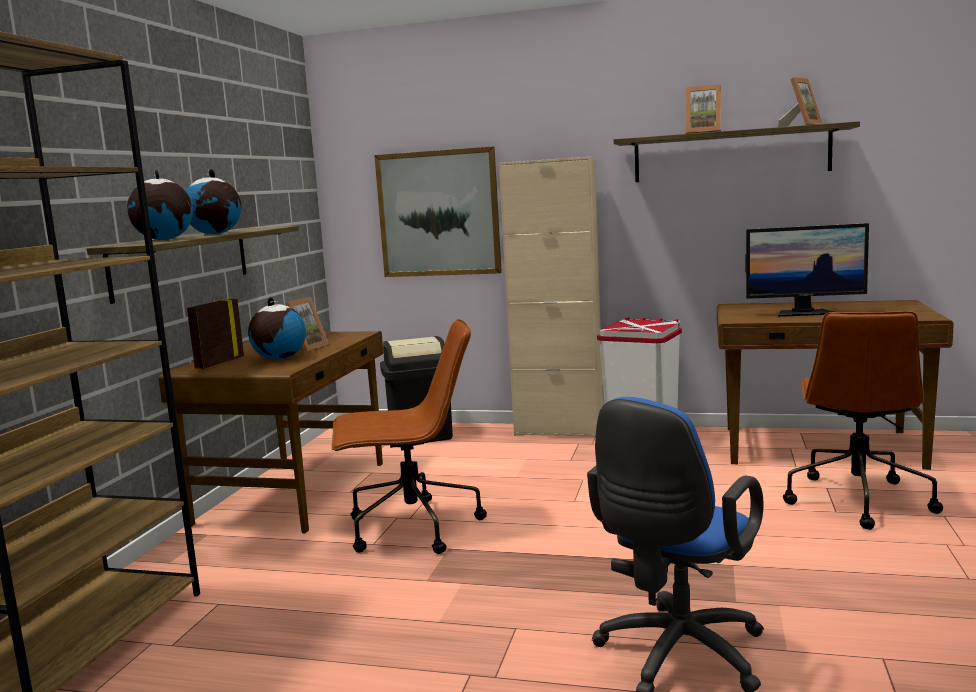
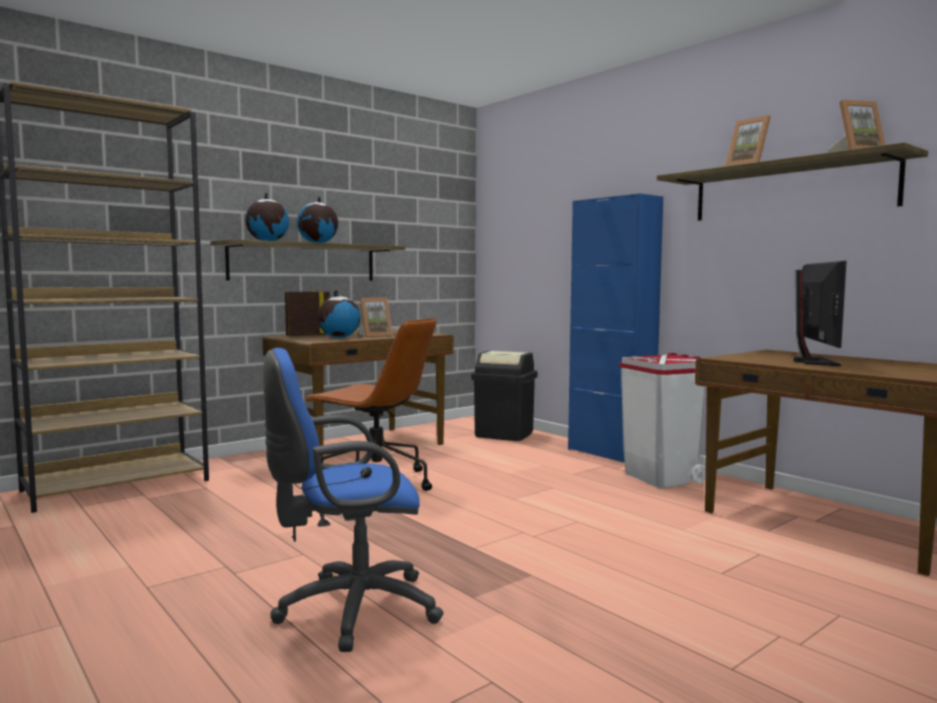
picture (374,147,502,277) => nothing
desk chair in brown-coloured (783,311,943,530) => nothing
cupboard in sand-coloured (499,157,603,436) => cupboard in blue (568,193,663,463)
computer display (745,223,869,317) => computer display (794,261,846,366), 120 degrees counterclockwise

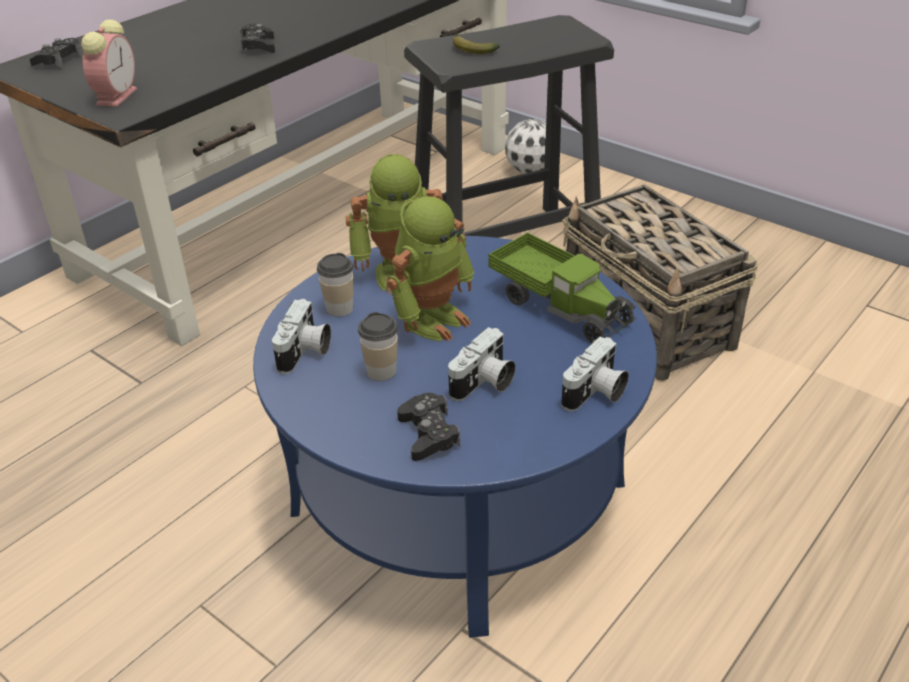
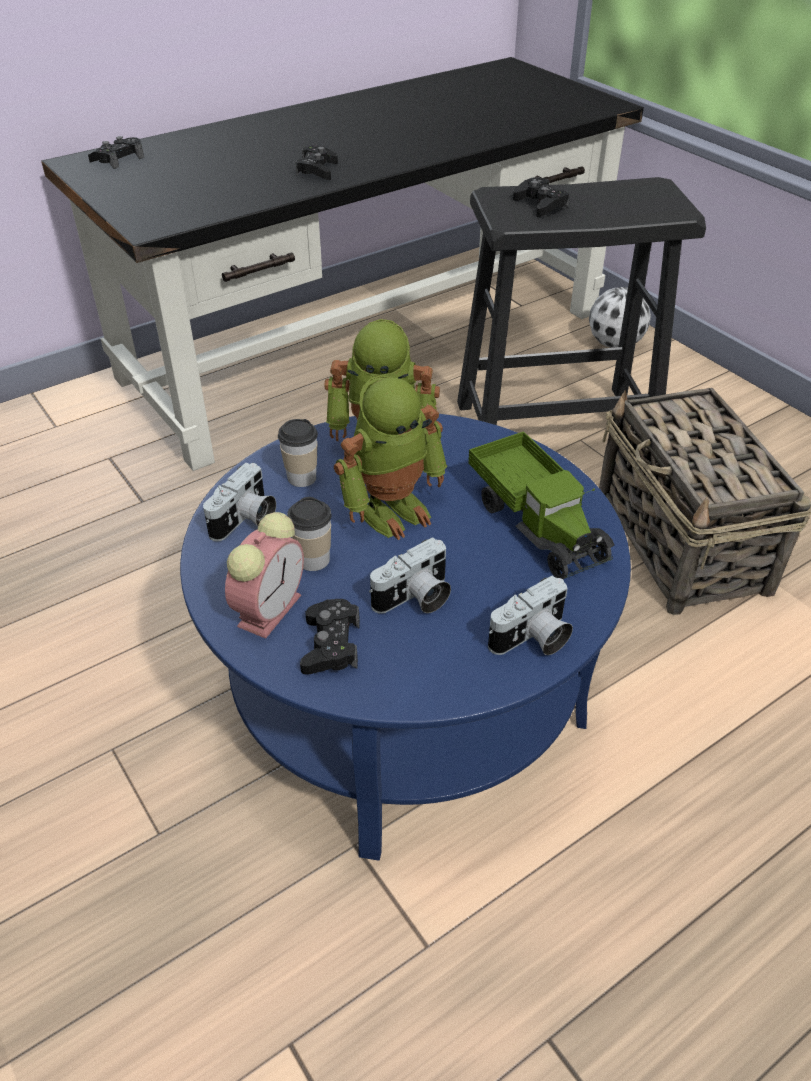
bedside clock (81,19,137,107) => bedside clock (225,512,304,639), relocated
whole banana (452,33,500,54) => game controller in blackish (513,177,569,217)

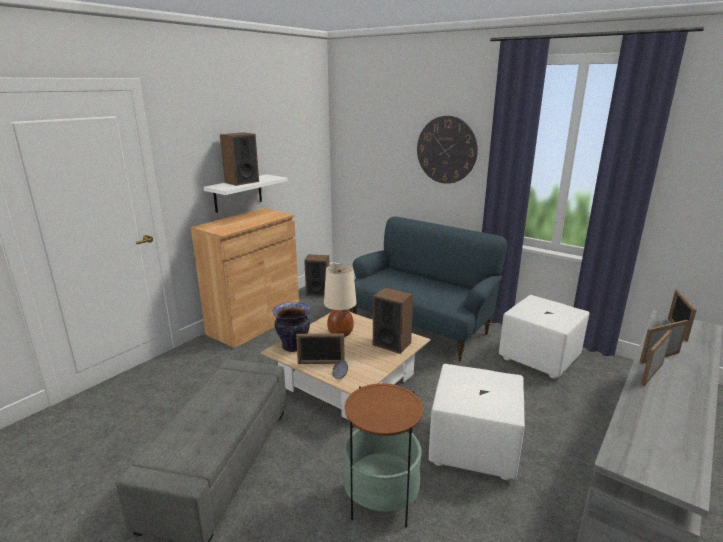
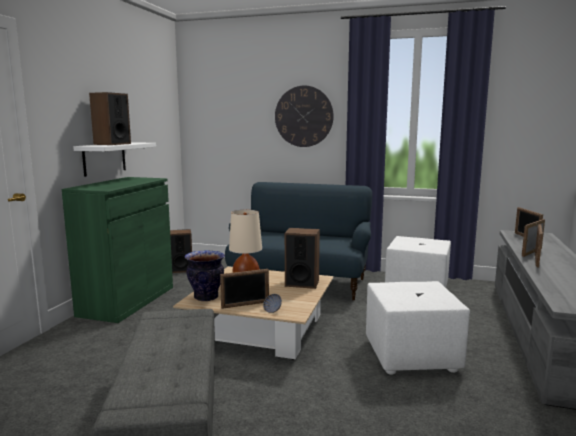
end table (344,383,423,527) => nothing
cupboard in brown-coloured (191,208,299,348) => cupboard in green (62,177,173,323)

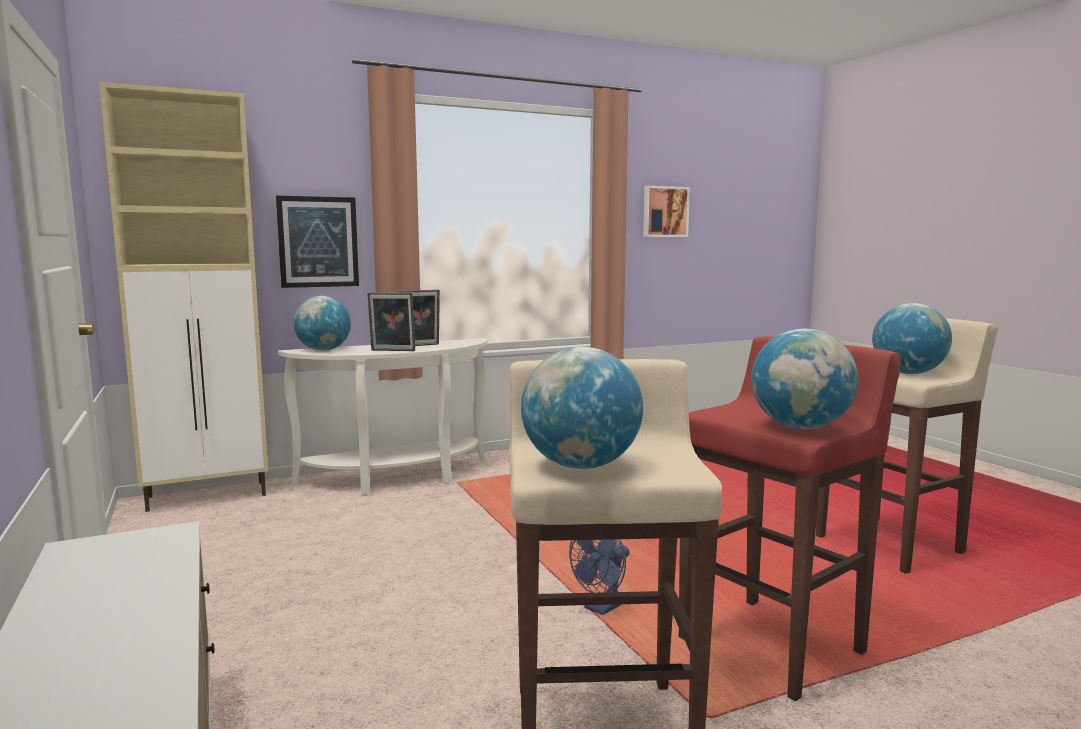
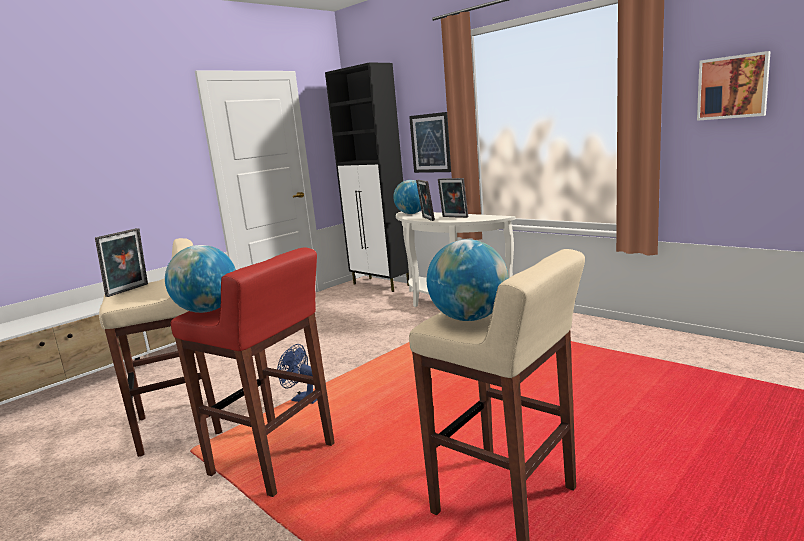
desk globe (521,347,643,469) => picture frame (95,228,148,297)
cupboard in sand-coloured (99,82,268,512) => cupboard in blackish (325,62,409,292)

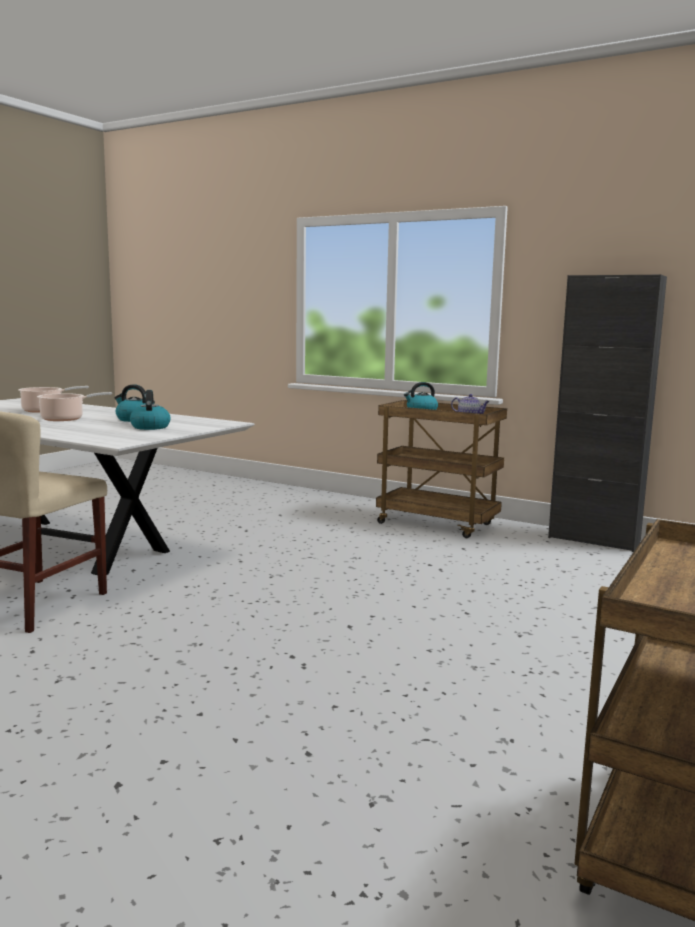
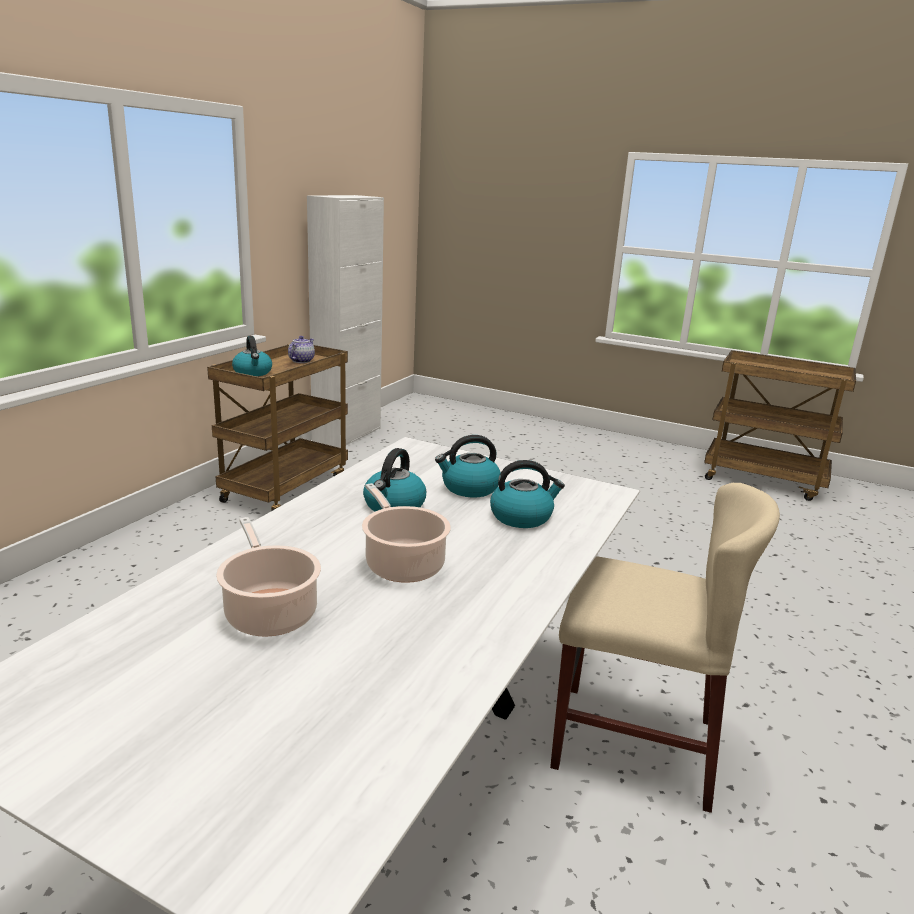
nothing => water kettle (490,460,565,528)
cupboard in blackish (548,274,667,552) => cupboard in white (307,195,384,448)

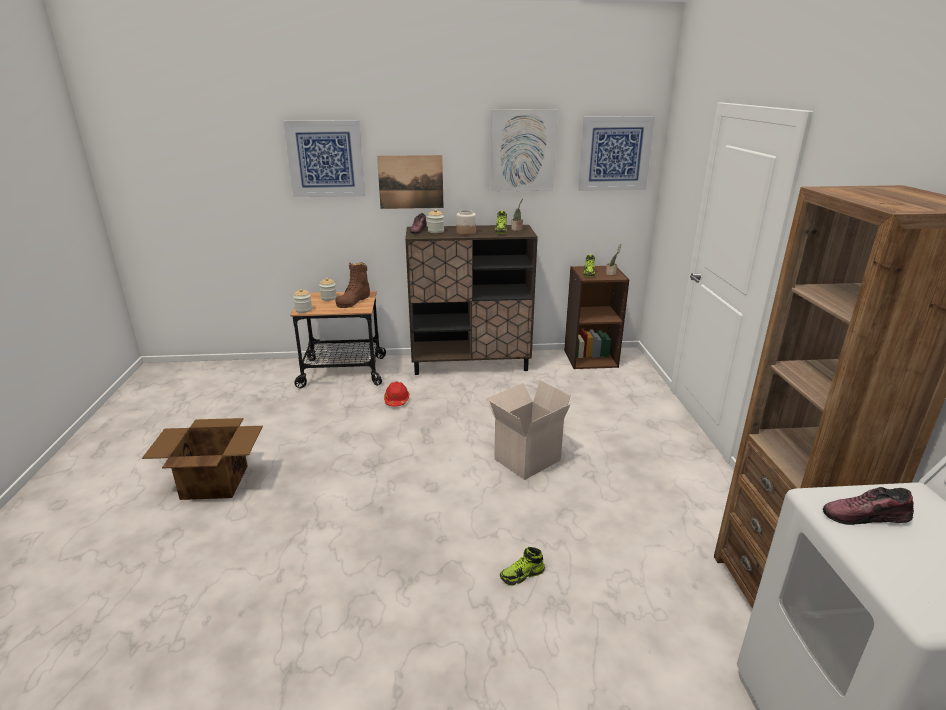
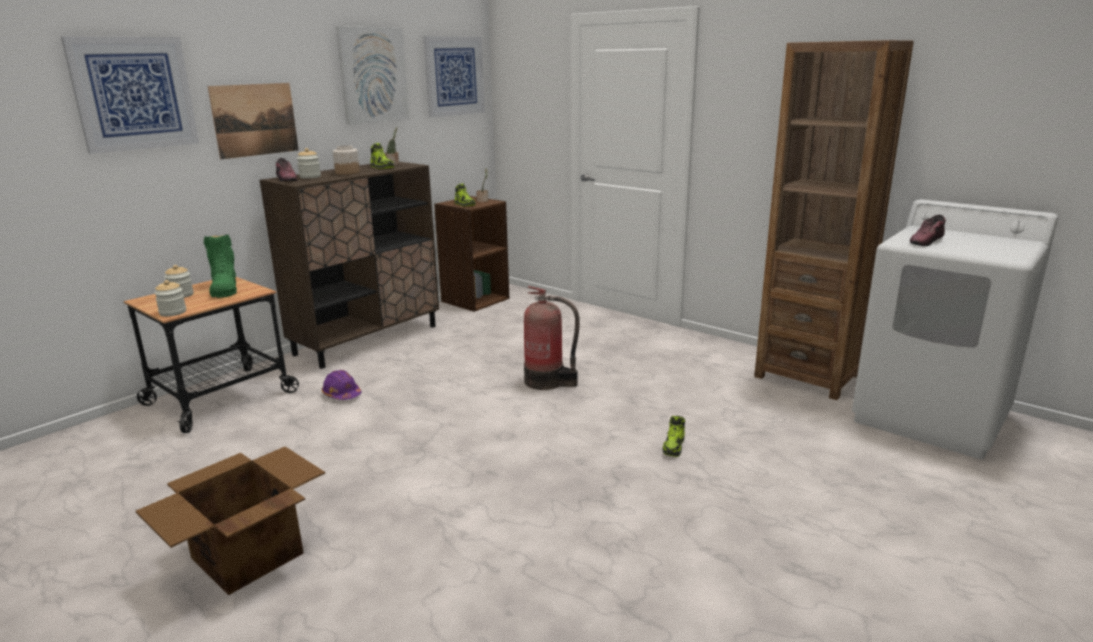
packing box (486,380,571,480) => extinguisher (524,286,580,390)
boot in brown-coloured (336,262,370,308) => boot in green (204,234,237,298)
safety helmet in red (384,381,409,407) => safety helmet in purple (322,370,362,400)

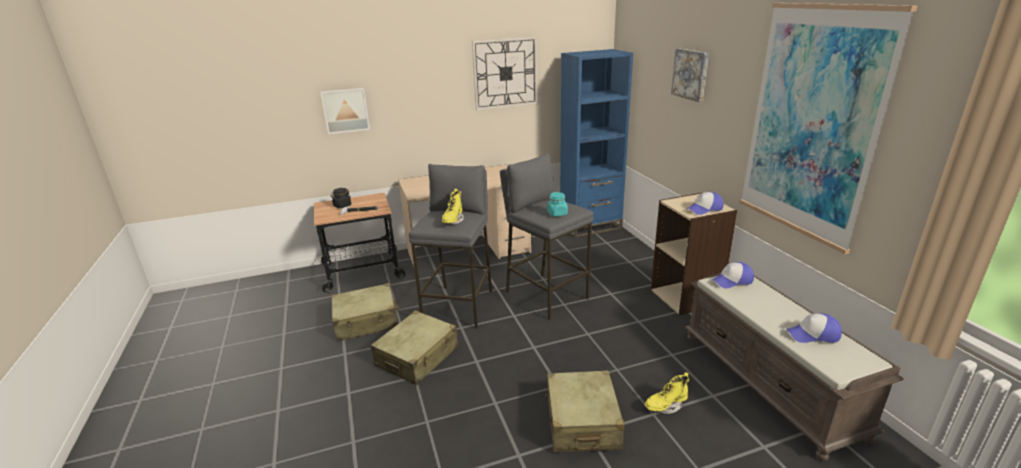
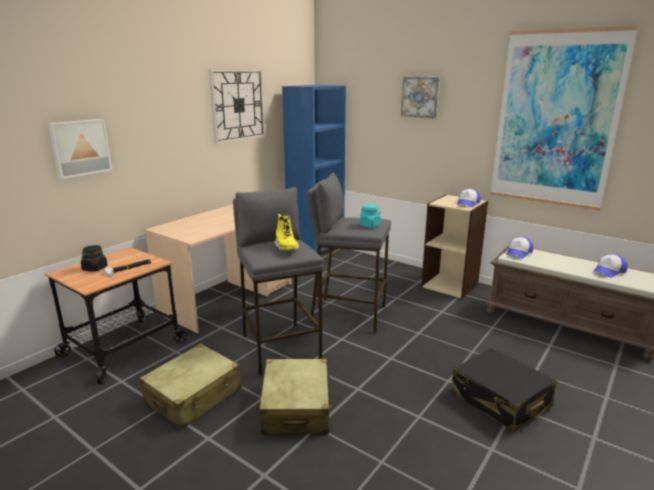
boot in yellow-coloured (644,372,689,414) => nothing
travel case in sand-coloured (545,370,624,452) => travel case in blackish (452,348,557,432)

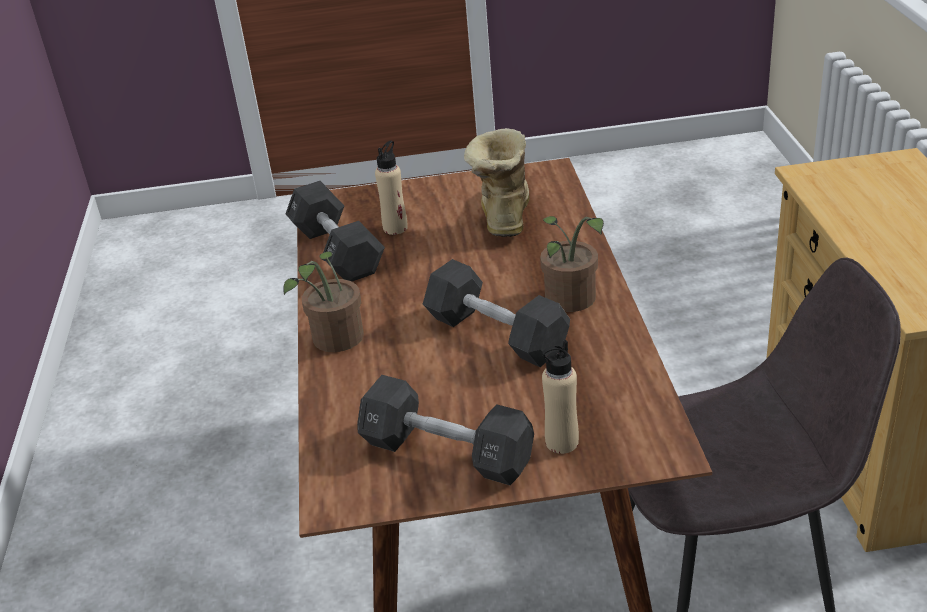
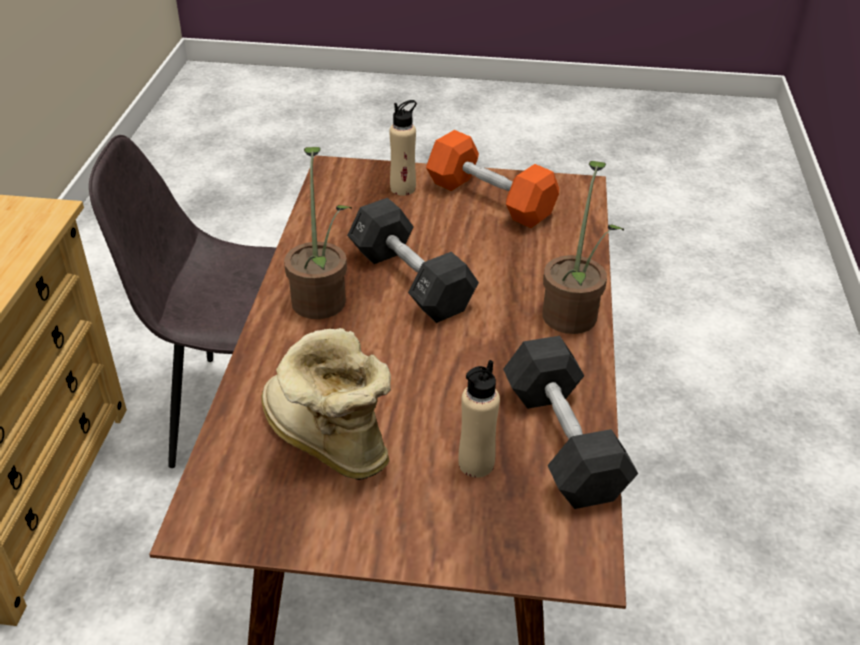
dumbbell in blackish (357,375,534,485) => dumbbell in orangey (426,130,559,228)
boot (464,128,529,237) => boot (261,328,391,480), 120 degrees clockwise

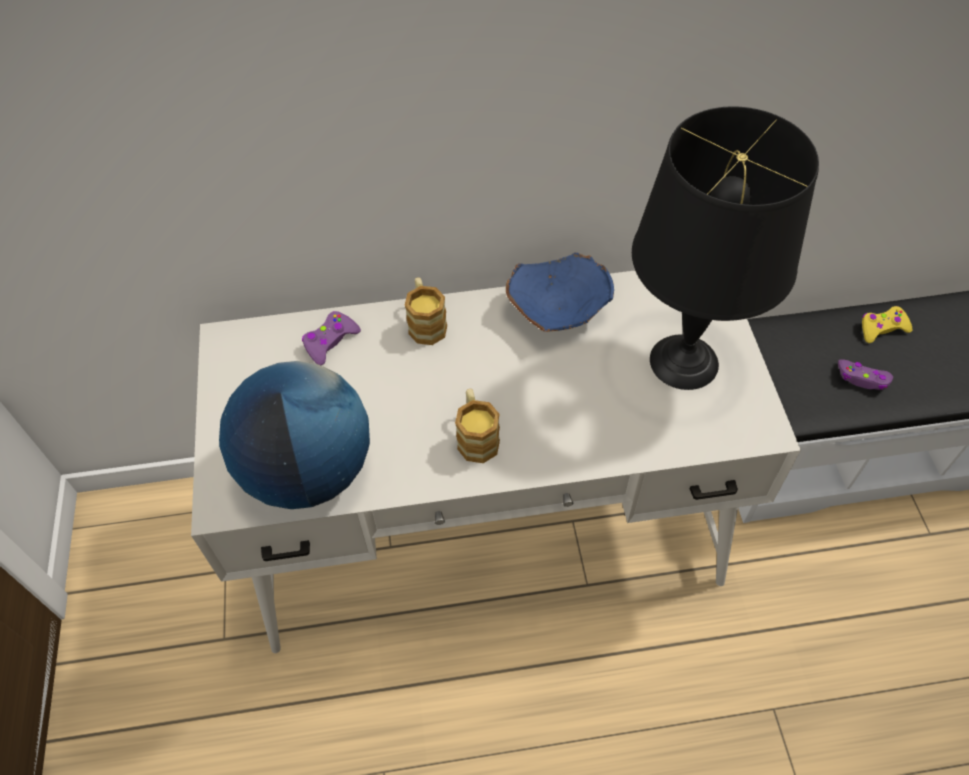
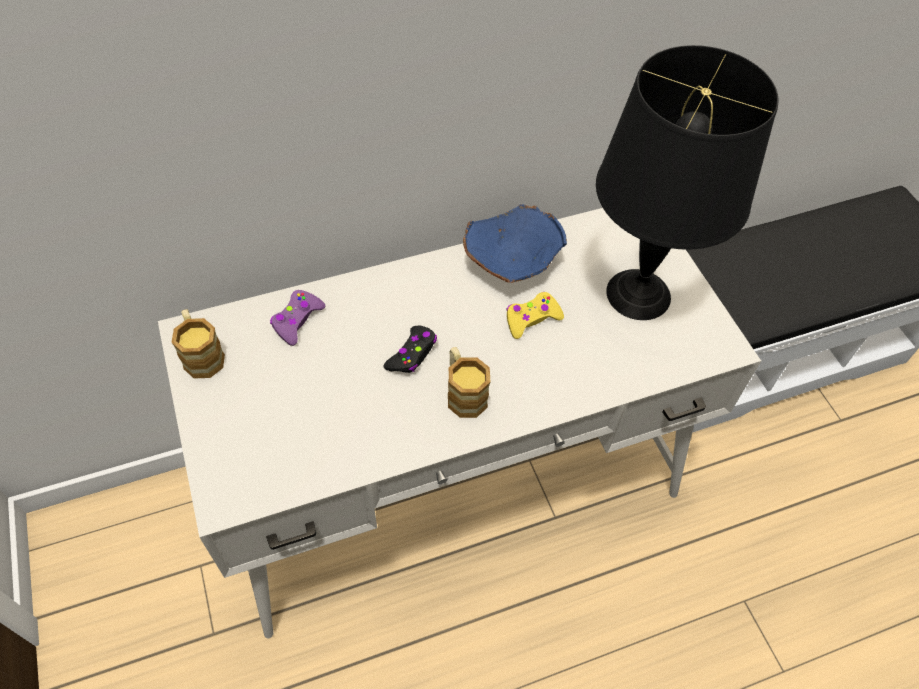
desk globe (219,361,370,509) => nothing
game controller in purple (838,359,893,390) => nothing
nothing => game controller in blackish (383,326,437,373)
coffee mug (405,277,447,345) => coffee mug (172,309,225,379), relocated
game controller in yellow-coloured (862,306,912,343) => game controller in yellow-coloured (506,292,564,339), relocated

